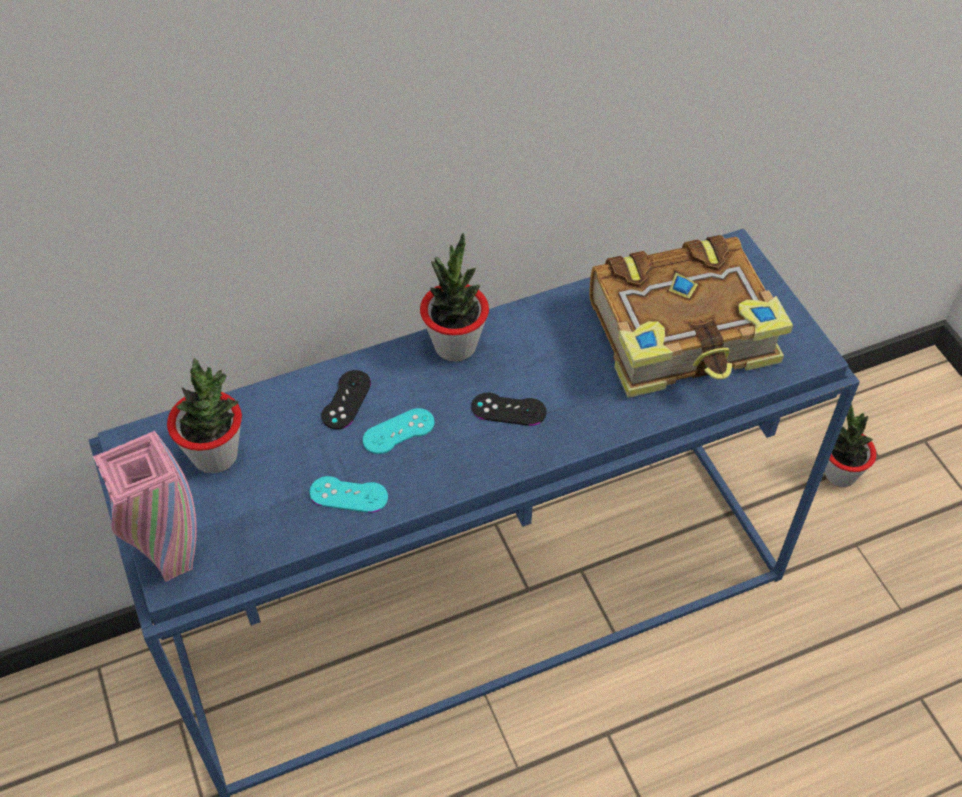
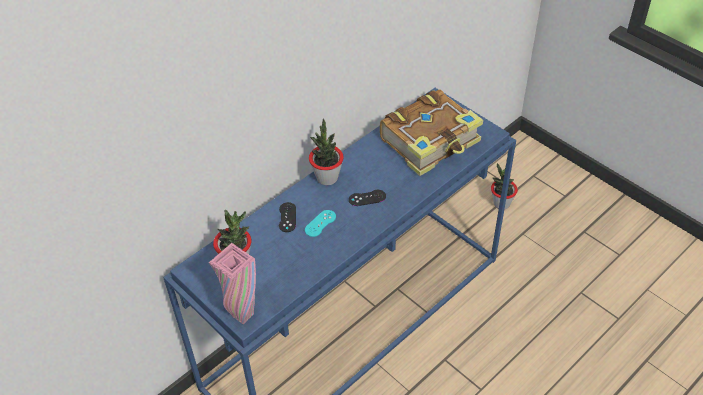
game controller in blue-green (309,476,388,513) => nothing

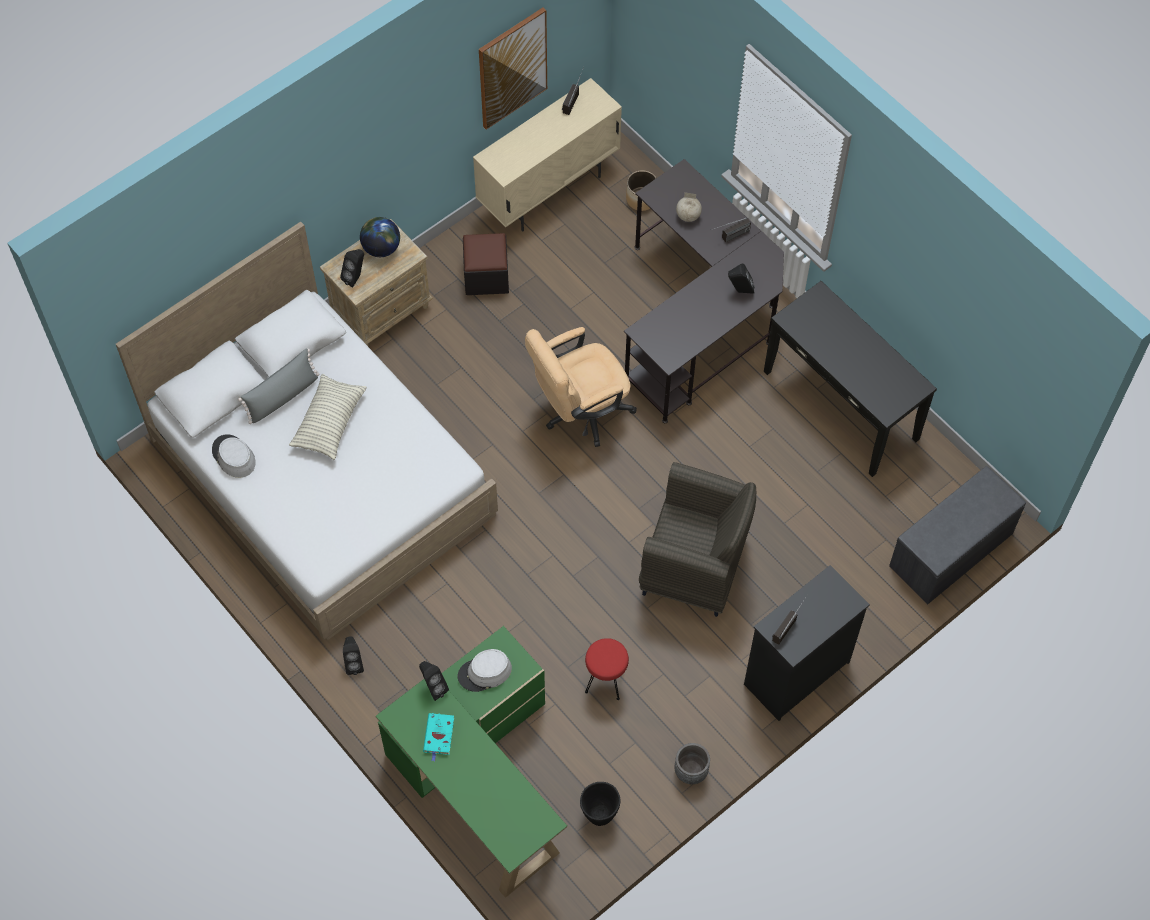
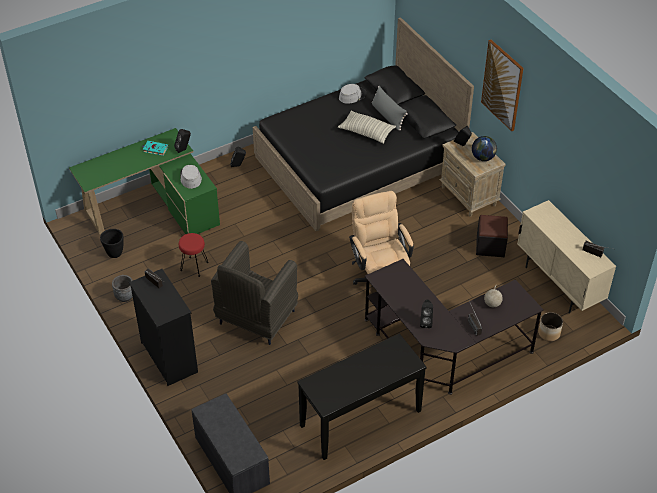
picture (479,7,547,130) => picture (481,40,524,131), relocated
bedroom bed in white (116,222,498,641) => bedroom bed in blackish (253,17,474,231)

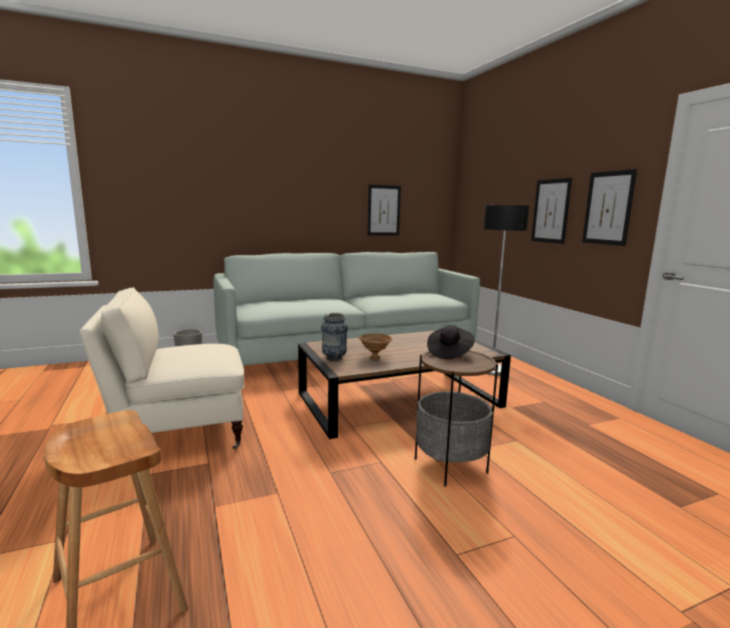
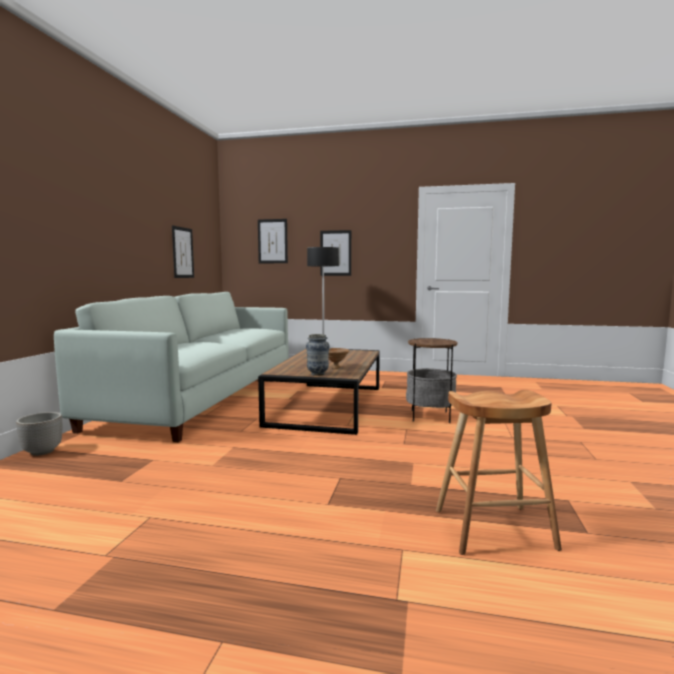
armchair in sand-coloured (80,287,244,449) => nothing
wearable hat in blackish (427,325,475,359) => nothing
picture (582,169,637,246) => picture (258,219,288,263), relocated

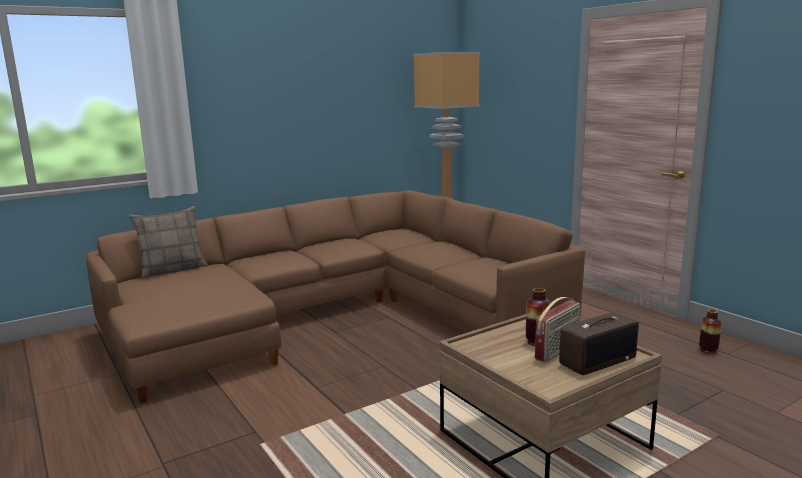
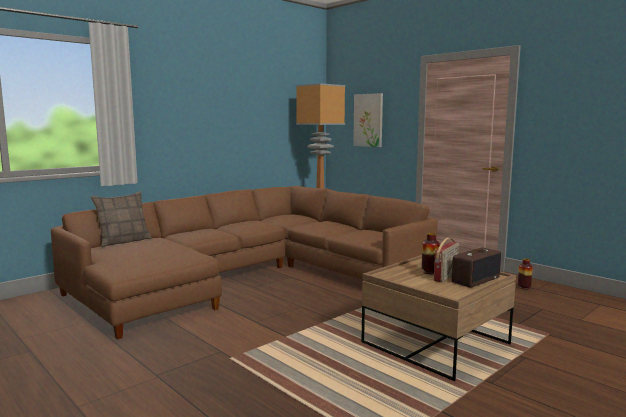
nothing => picture (353,93,383,147)

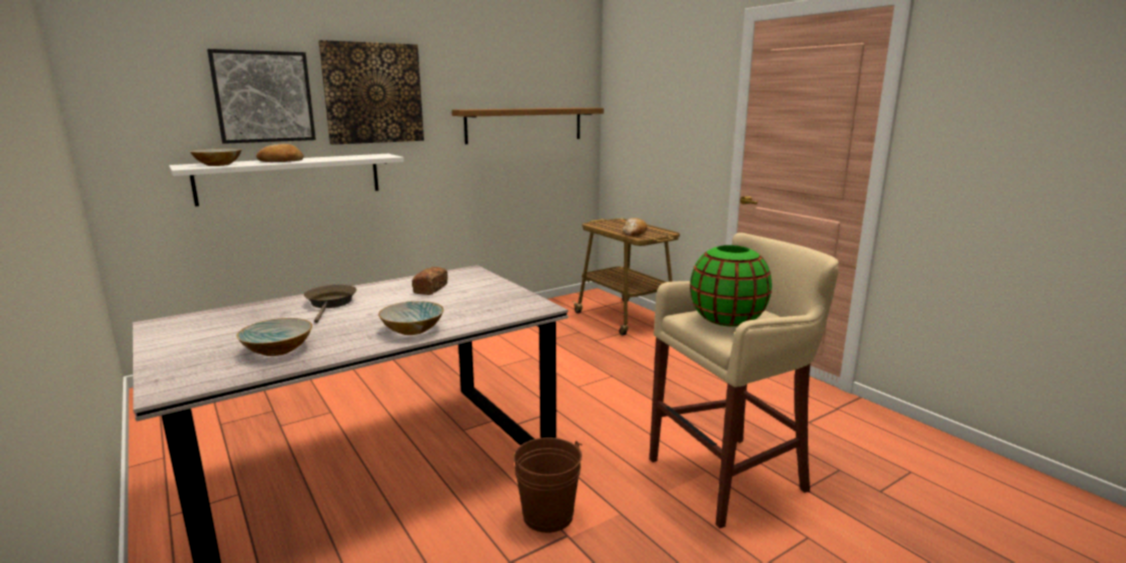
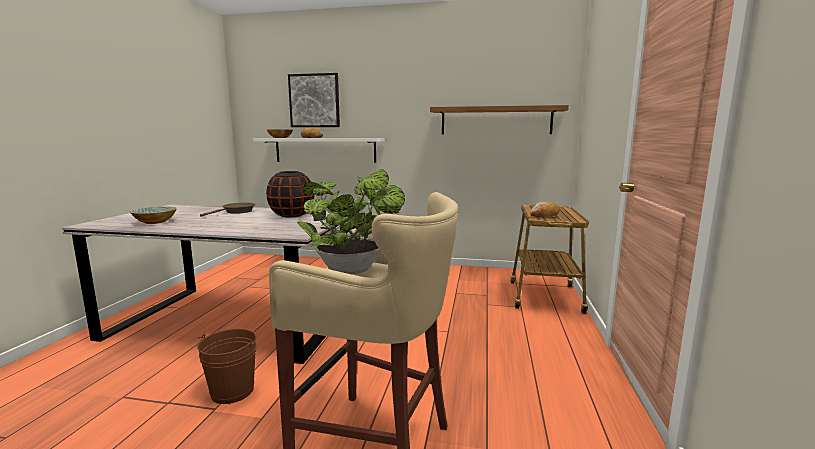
picture (319,40,424,145) => nothing
bowl (378,301,444,335) => nothing
bread (412,267,448,295) => vase in blackish (266,171,315,217)
vase in green (690,245,772,327) => plant in a pot (297,169,405,275)

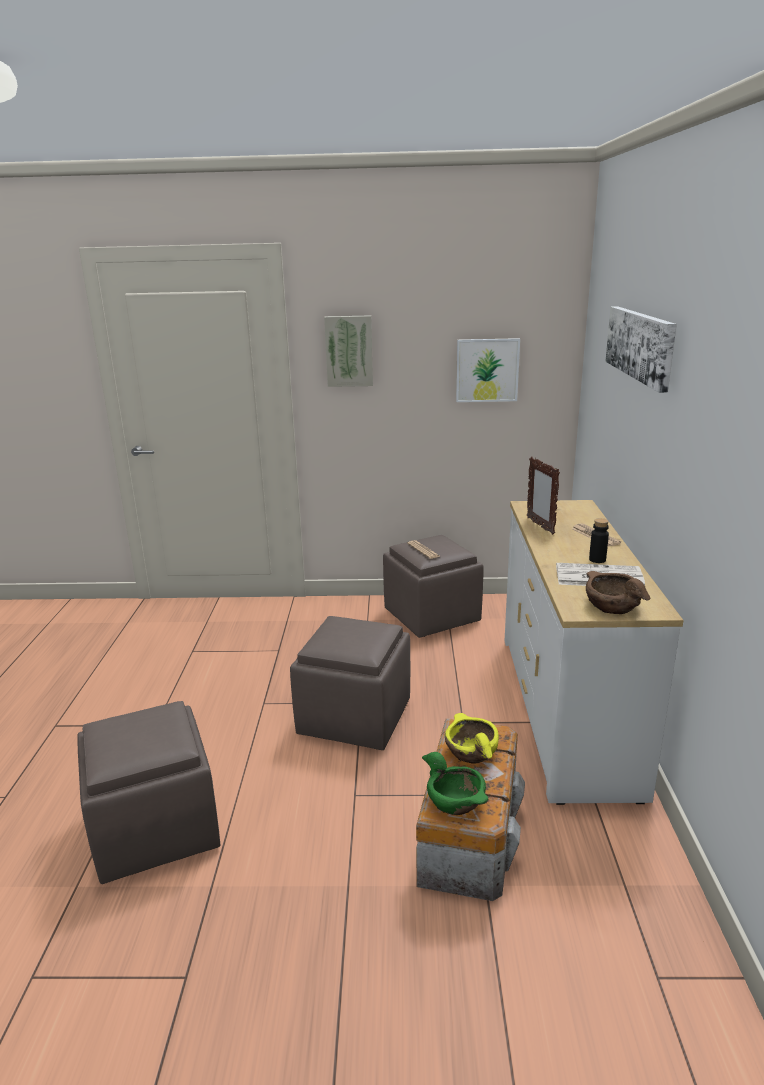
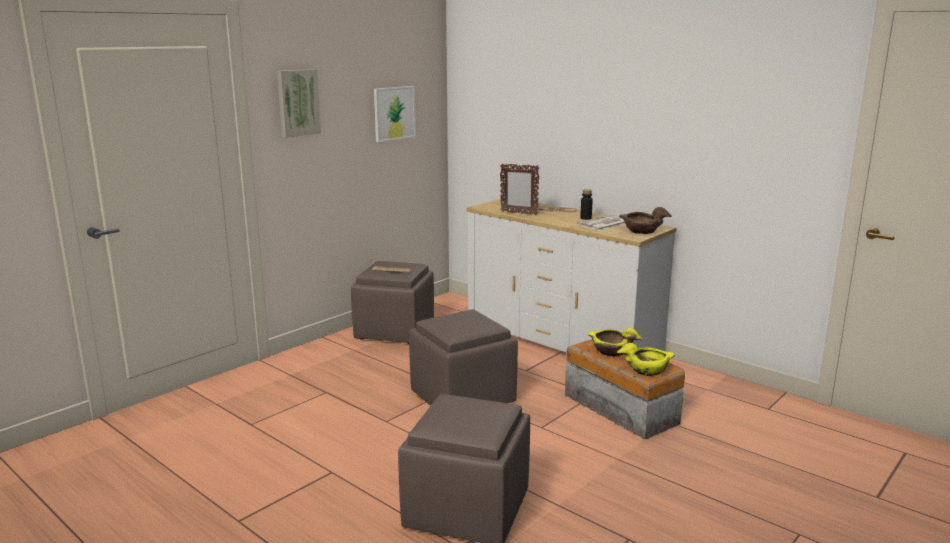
picture (605,306,677,393) => nothing
bowl in green (422,752,489,815) => bowl in yellow-coloured (617,343,675,376)

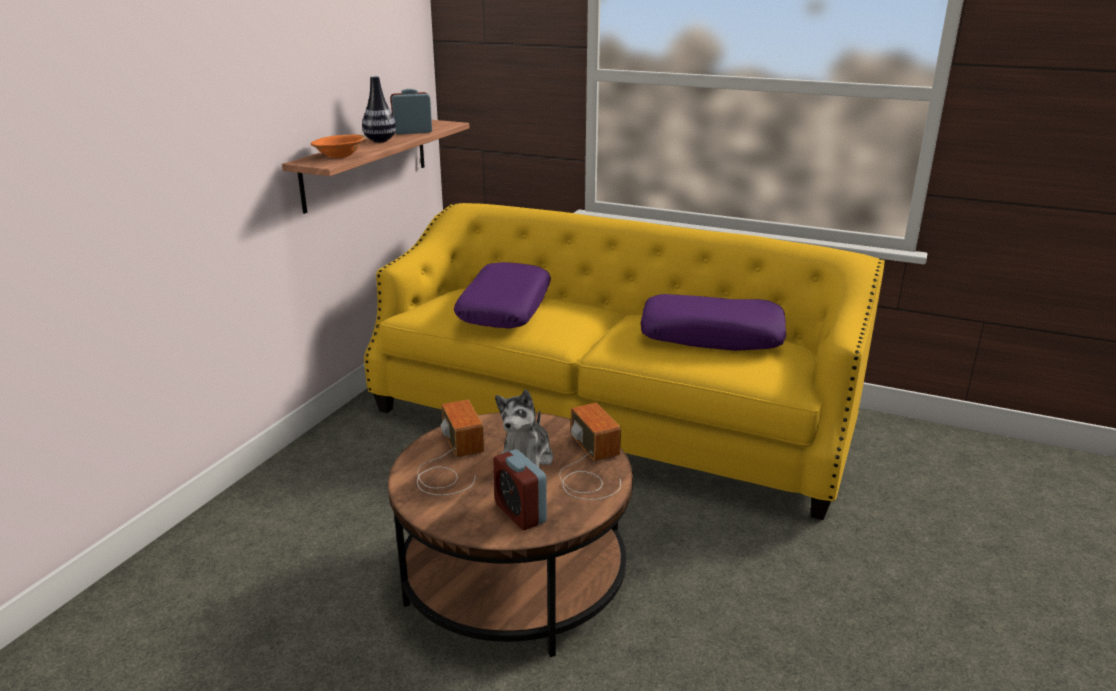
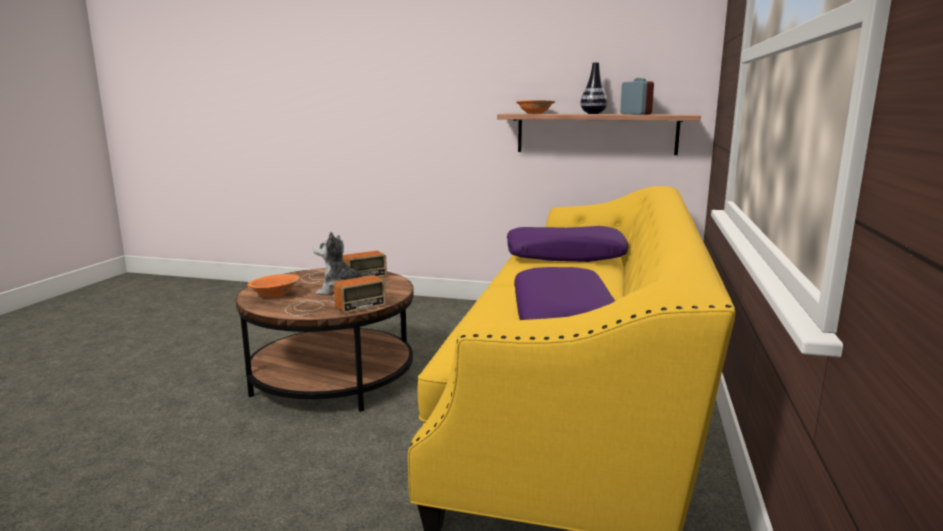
bedside clock (493,449,547,530) => bowl in orangey (248,274,300,298)

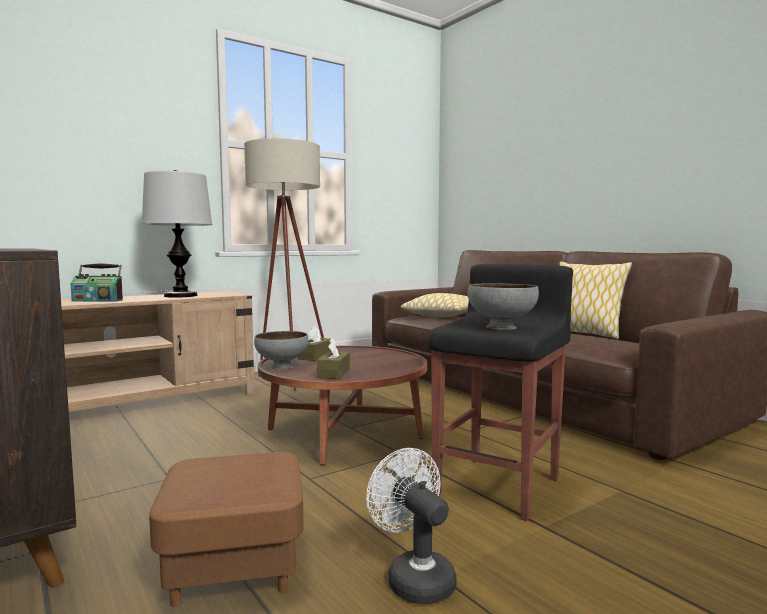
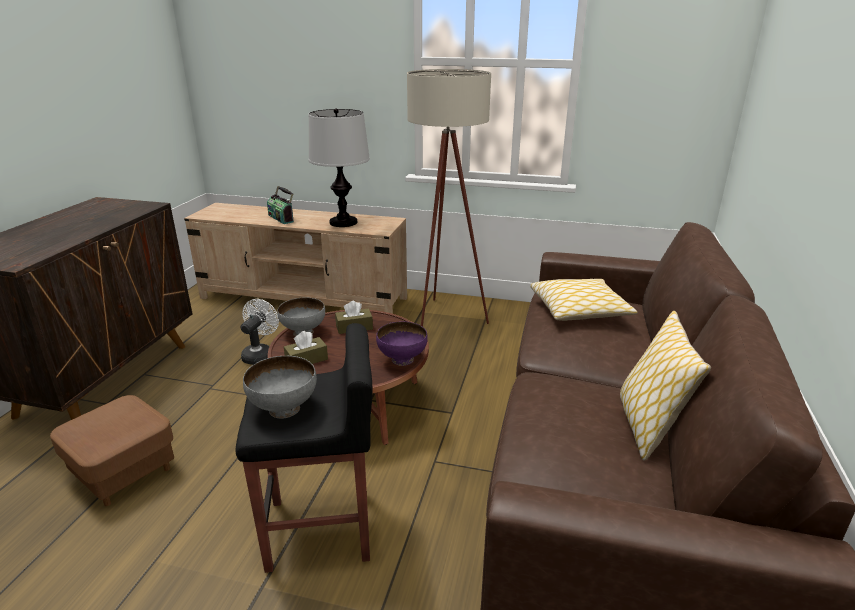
nothing => bowl in purple (376,321,428,366)
electric fan in white (366,448,456,604) => electric fan in white (241,299,279,365), relocated

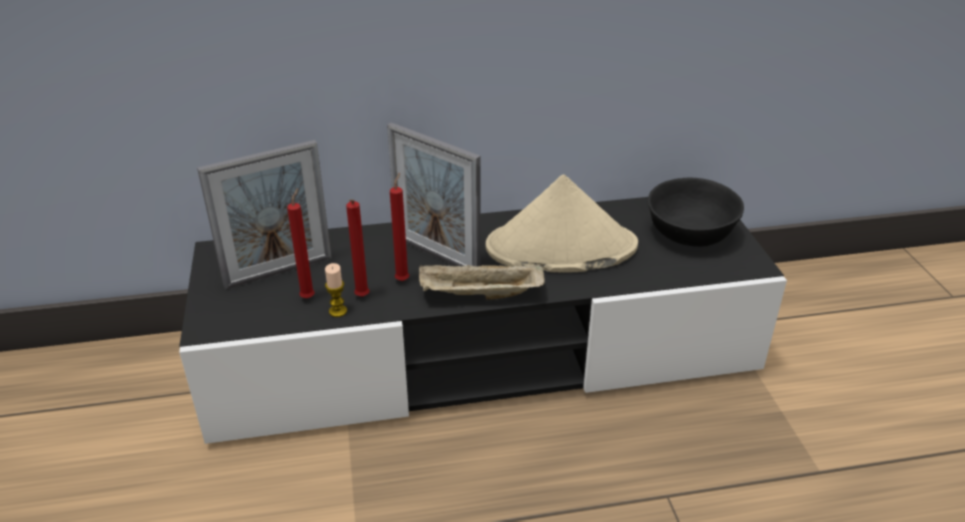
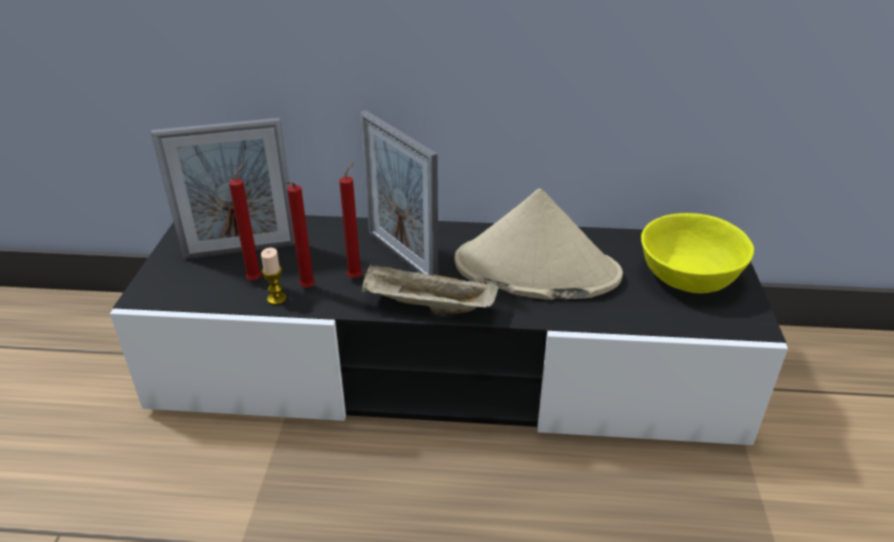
bowl in blackish (647,178,744,247) => bowl in yellow-coloured (641,213,754,294)

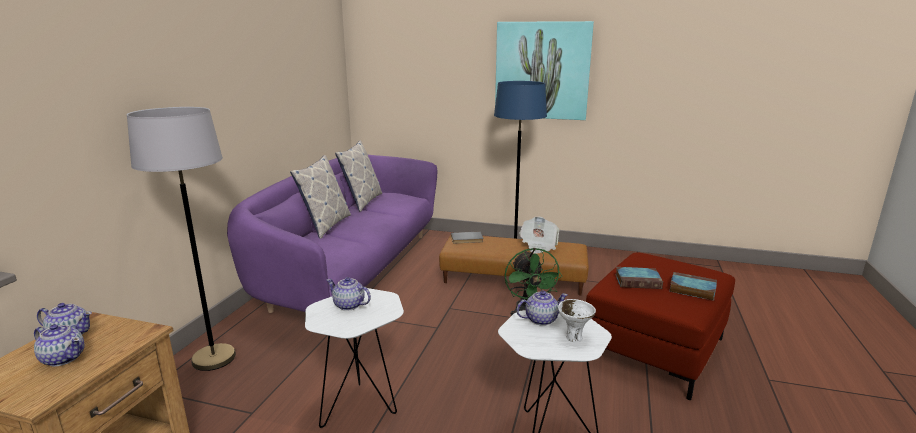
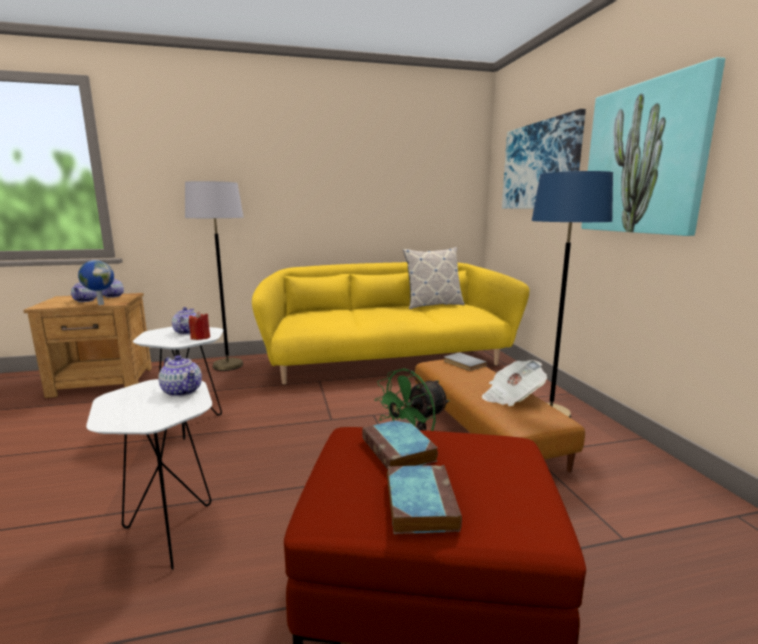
throw pillow (290,155,351,239) => nothing
bowl in white (558,299,596,342) => nothing
nothing => desk globe (78,260,114,305)
nothing => wax candle in red (189,312,210,340)
nothing => picture (502,109,586,209)
couch in purple (227,155,438,313) => couch in yellow-coloured (252,262,529,385)

